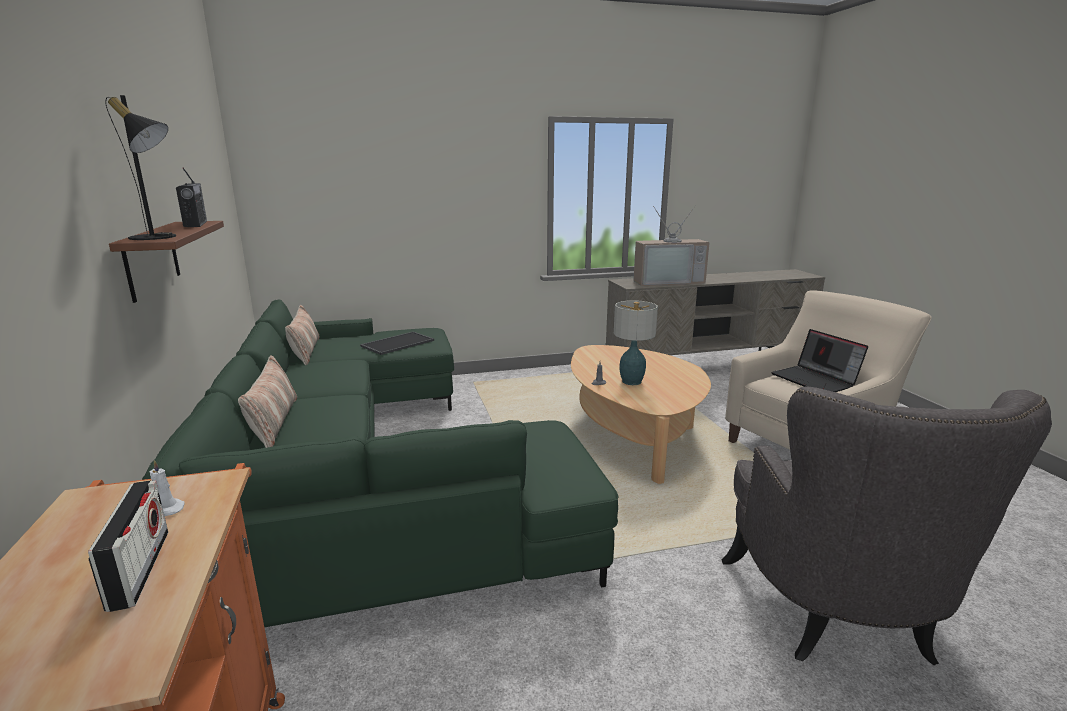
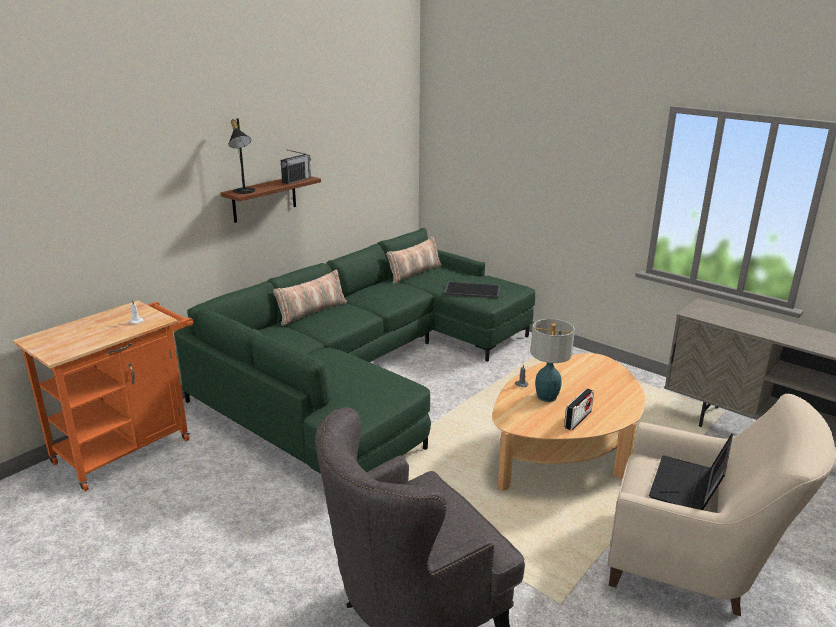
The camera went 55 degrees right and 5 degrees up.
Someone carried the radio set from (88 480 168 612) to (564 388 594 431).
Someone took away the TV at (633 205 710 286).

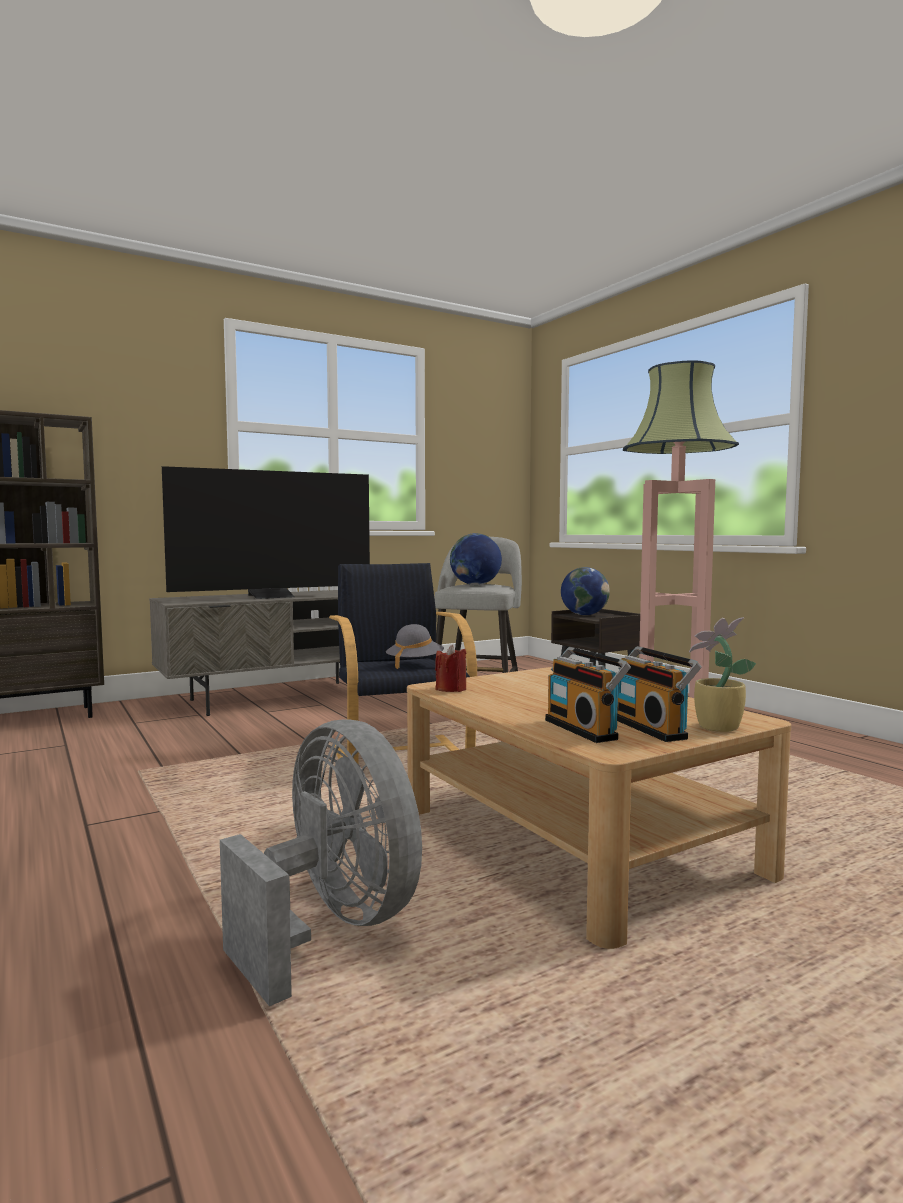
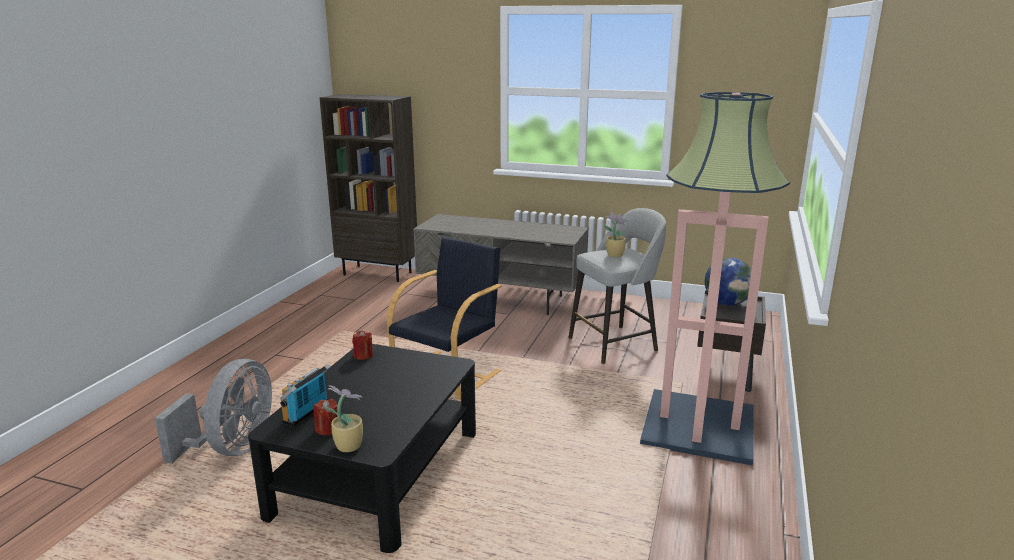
The camera went 50 degrees right and 15 degrees up.
Someone took away the TV at (162 466 370 599).
Someone took away the wearable hat/greyish at (386 624 444 669).
Someone repainted the lounge table/beige-coloured at (407 667 791 949), which became the lounge table/black-coloured at (248 344 476 553).
Someone swapped the globe at (450 533 502 585) for the potted plant at (604 212 629 257).
Someone swapped the radio set at (617 646 701 742) for the wax candle/reddish at (313 399 338 435).

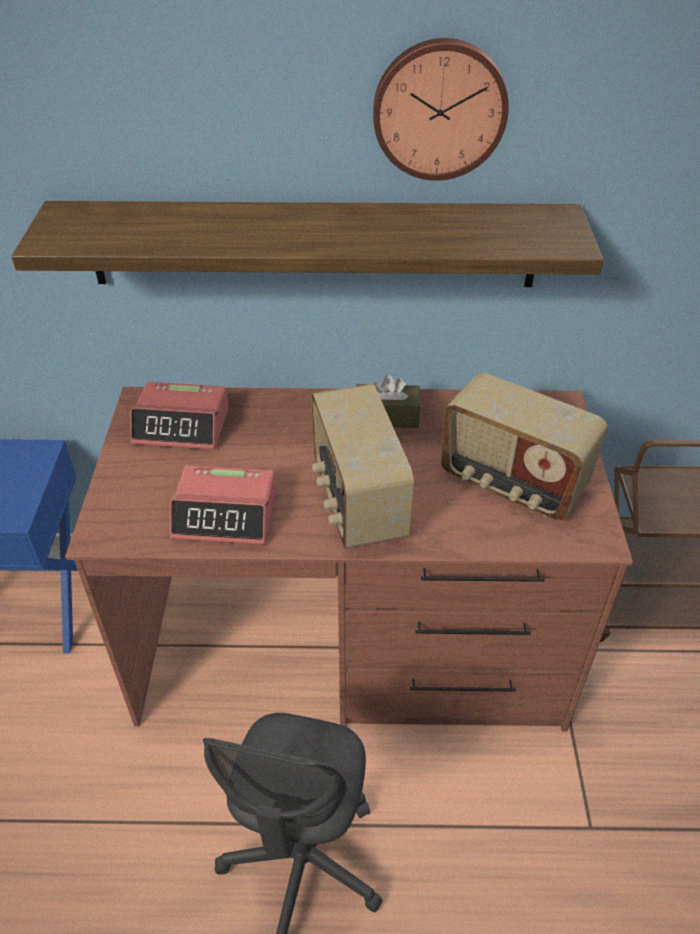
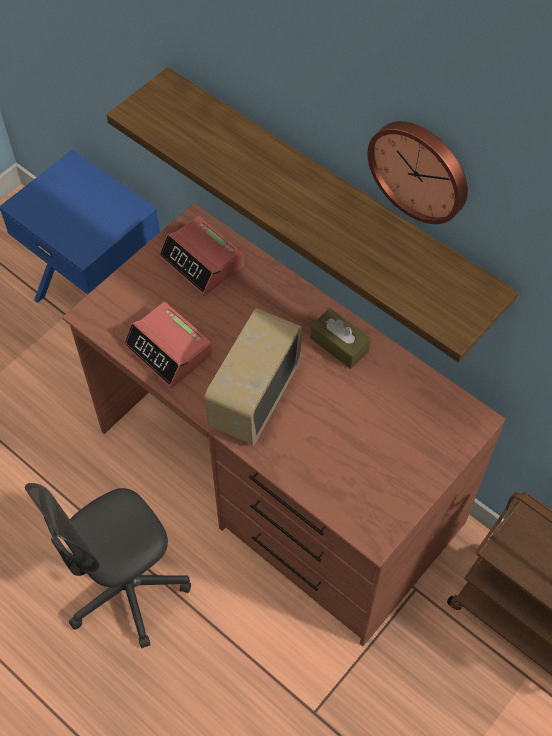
The camera went 40 degrees right and 15 degrees up.
Someone took away the radio set at (441 373 608 521).

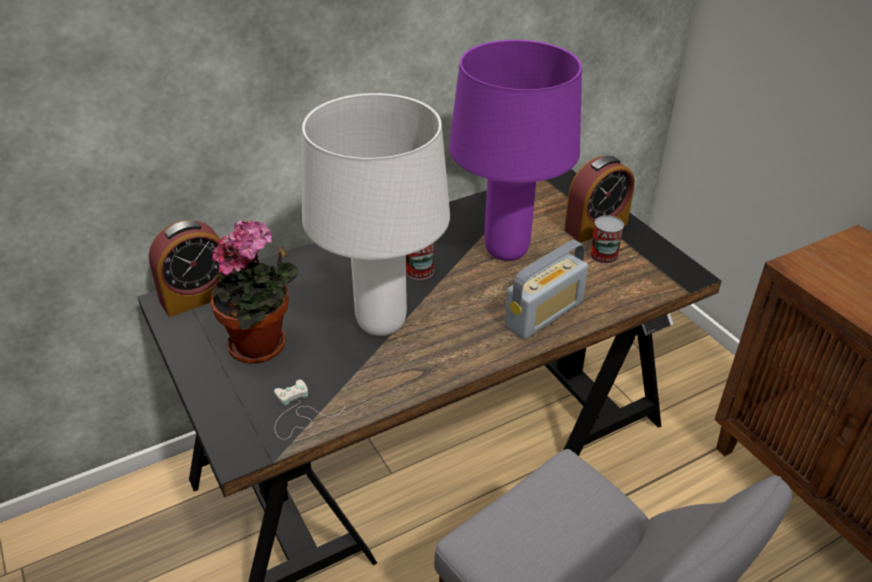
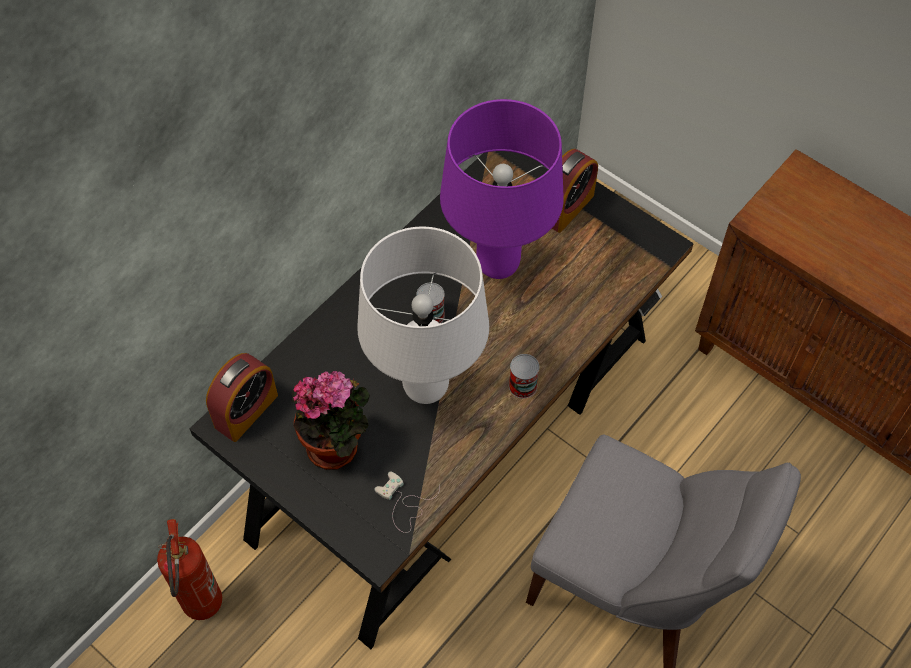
The camera went 20 degrees left and 20 degrees up.
Someone took away the radio set at (504 240 588 339).
Someone carried the sealed can from (590 215 624 264) to (509 354 539 398).
Someone put down the extinguisher at (157 519 222 620).

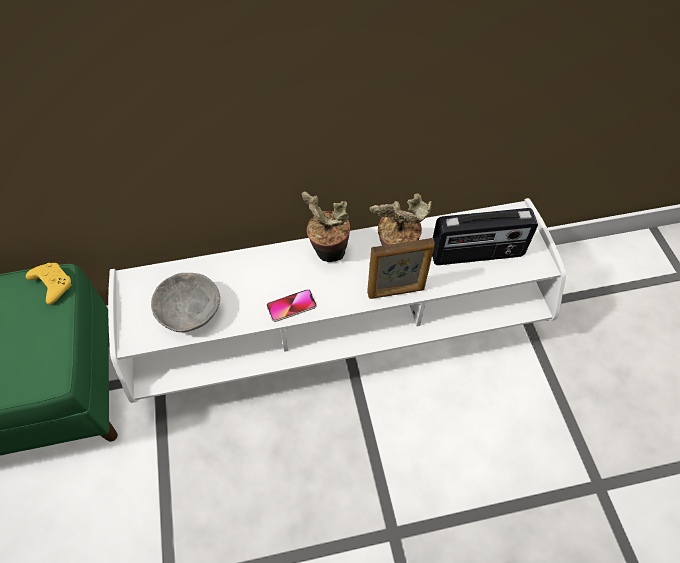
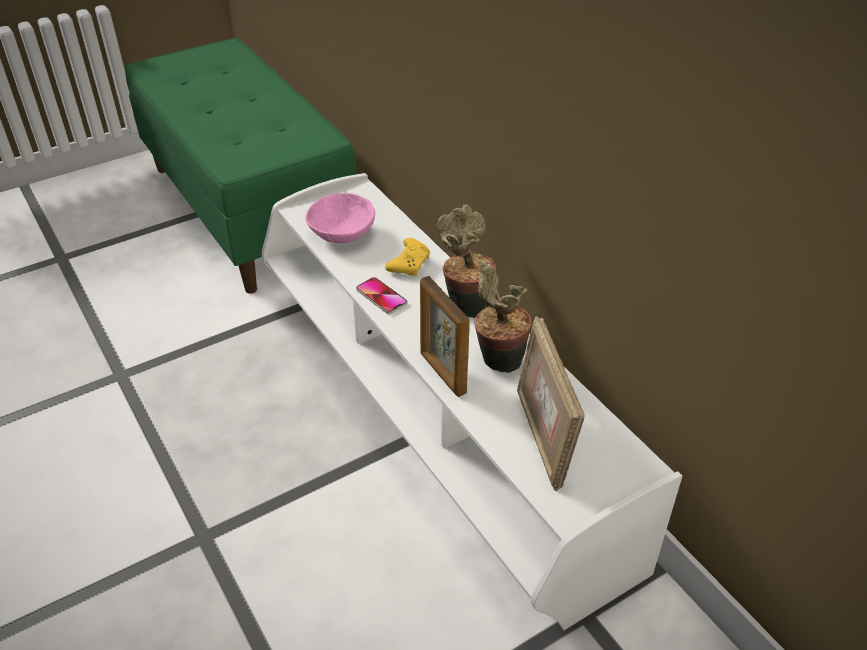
The camera went 70 degrees right and 15 degrees down.
Someone carried the joypad/yellowish from (26 263 72 305) to (385 238 430 276).
Someone repainted the bowl/greyish at (151 273 220 332), which became the bowl/pink at (305 193 375 243).
Someone swapped the radio set at (432 208 538 265) for the picture frame at (517 316 585 491).

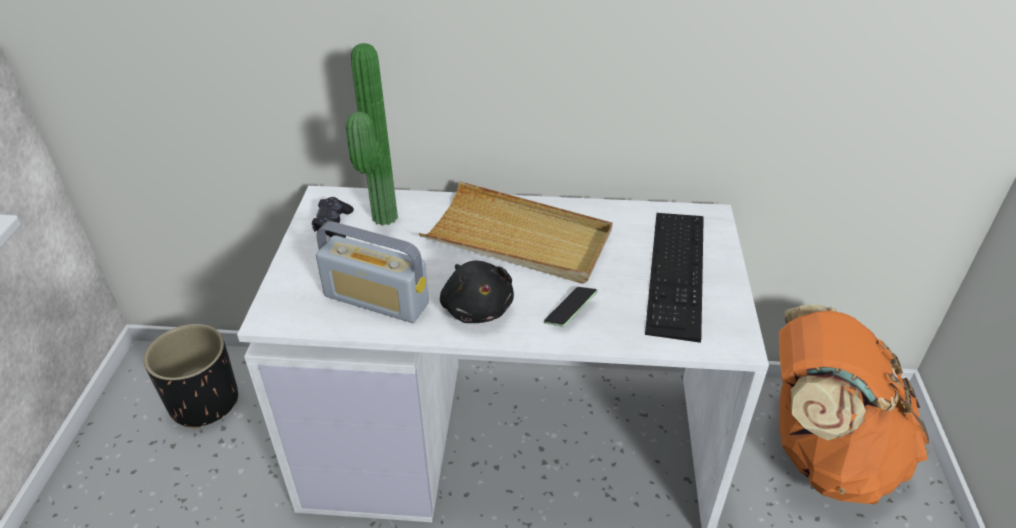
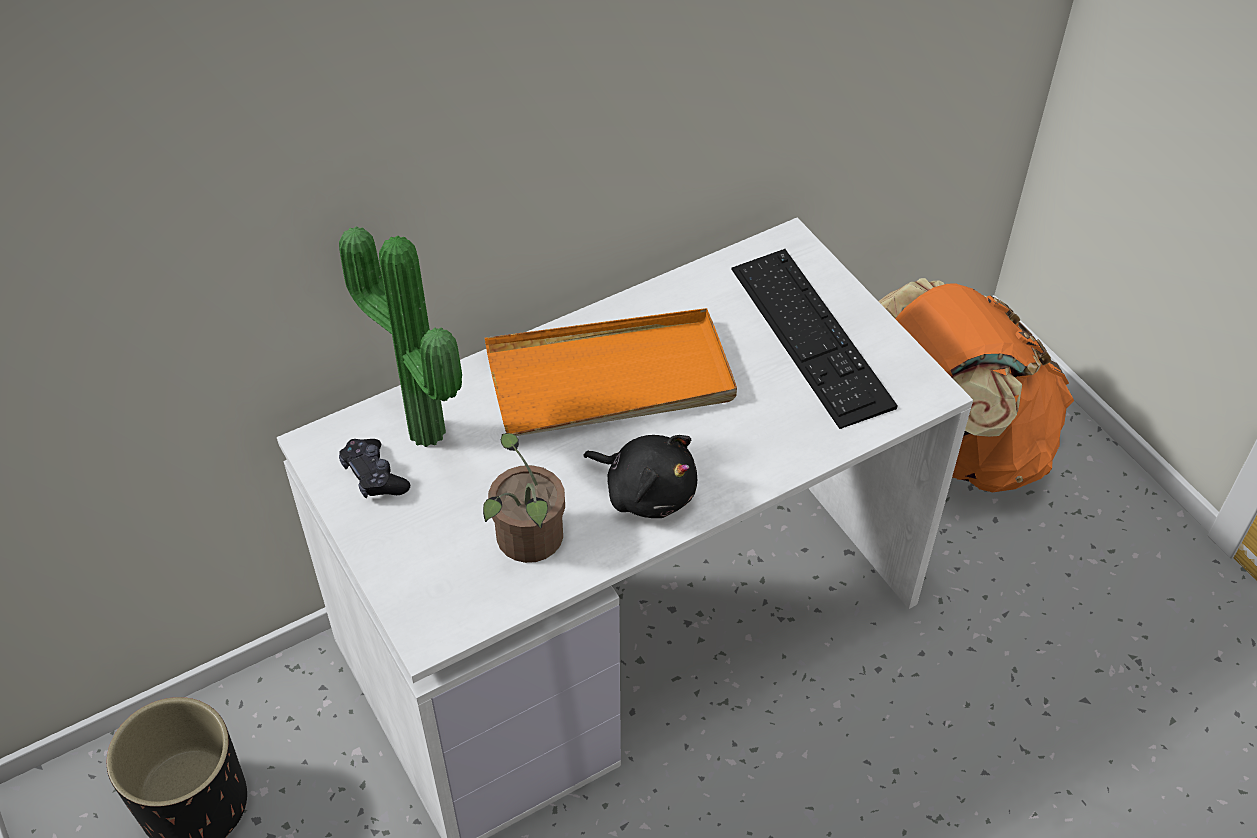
The camera went 35 degrees left and 10 degrees up.
Someone swapped the radio set at (316 221 429 323) for the potted plant at (483 433 565 563).
Someone repainted the tray/beige-coloured at (419 181 613 284), which became the tray/orangey at (485 308 737 436).
Someone took away the telephone at (544 287 598 327).

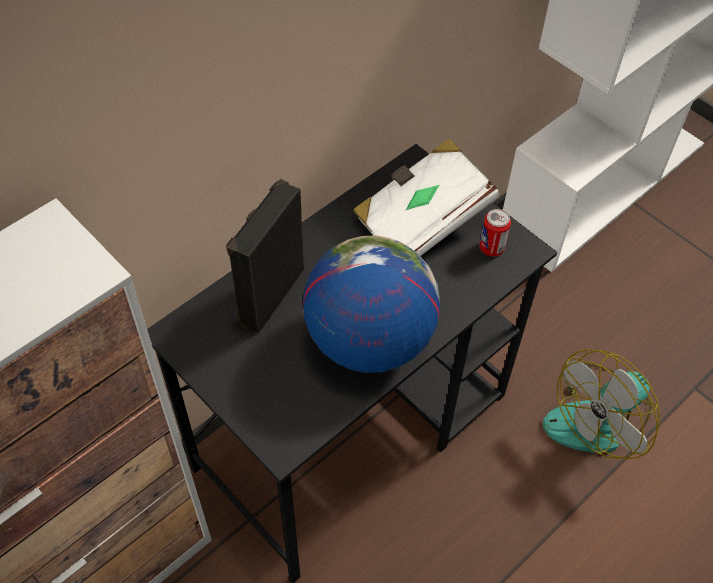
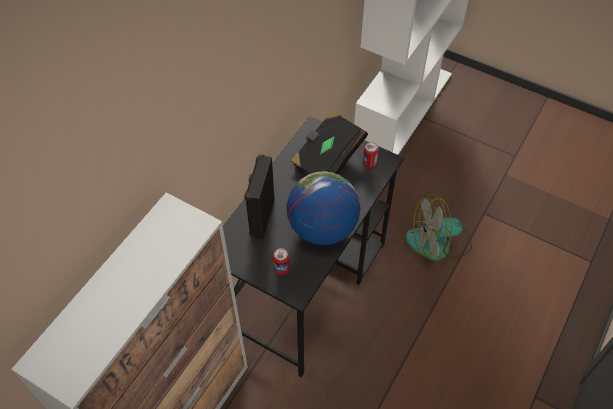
The camera went 15 degrees left and 0 degrees up.
Someone repainted the book/white at (353 138 500 256), which became the book/black-coloured at (291 110 368 174).
Someone rotated the fan at (543 349 660 459) by 45 degrees clockwise.
Someone put down the sealed can at (273 248 289 275).

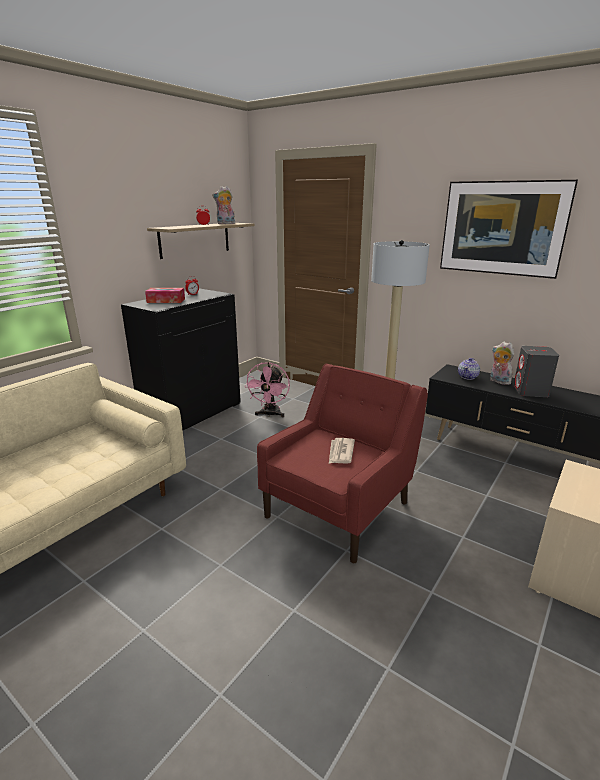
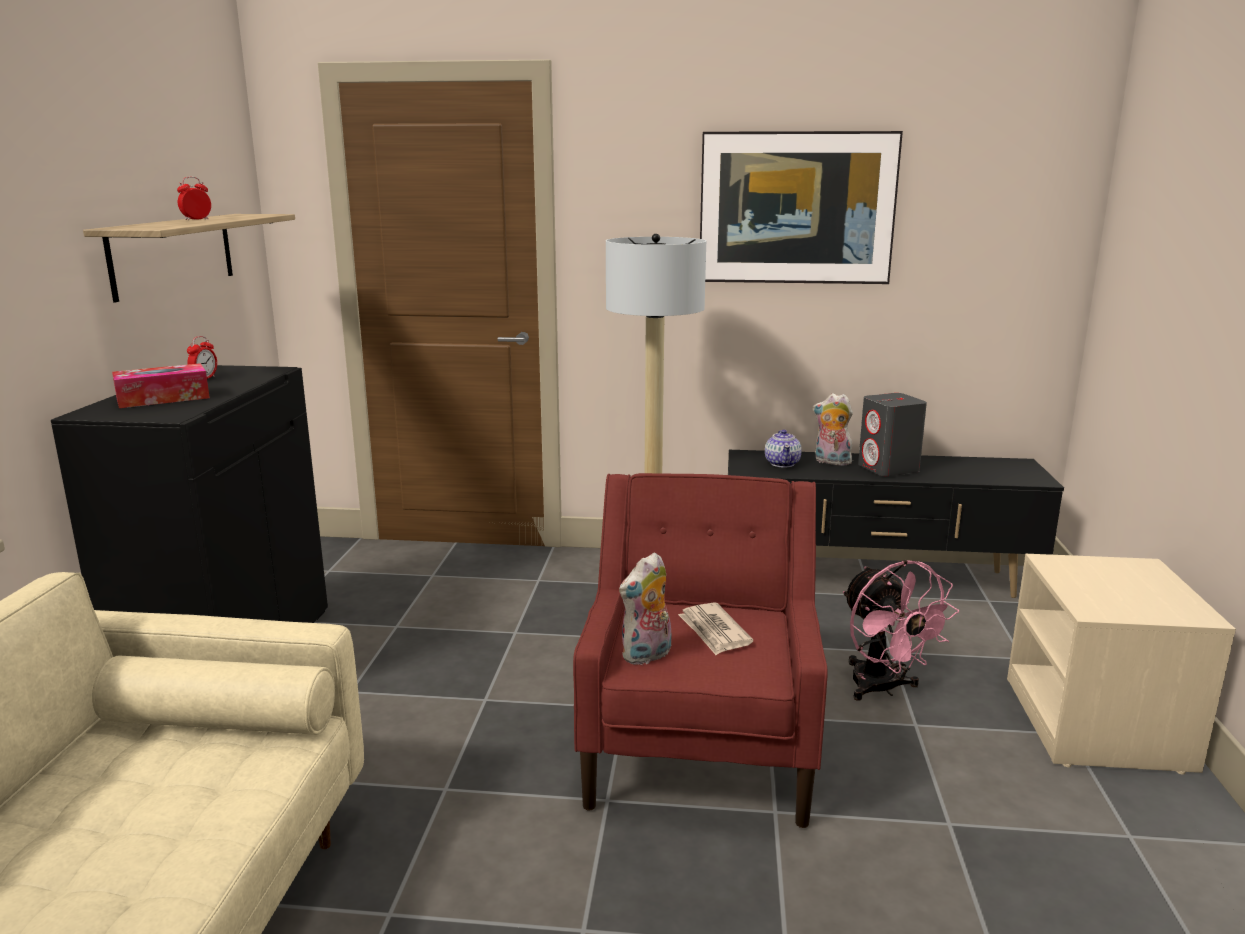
The camera went 30 degrees left and 5 degrees down.
Someone carried the cuddly toy from (212 186 235 224) to (619 552 672 665).
Someone carried the fan/pink from (245 362 290 417) to (843 560 959 701).

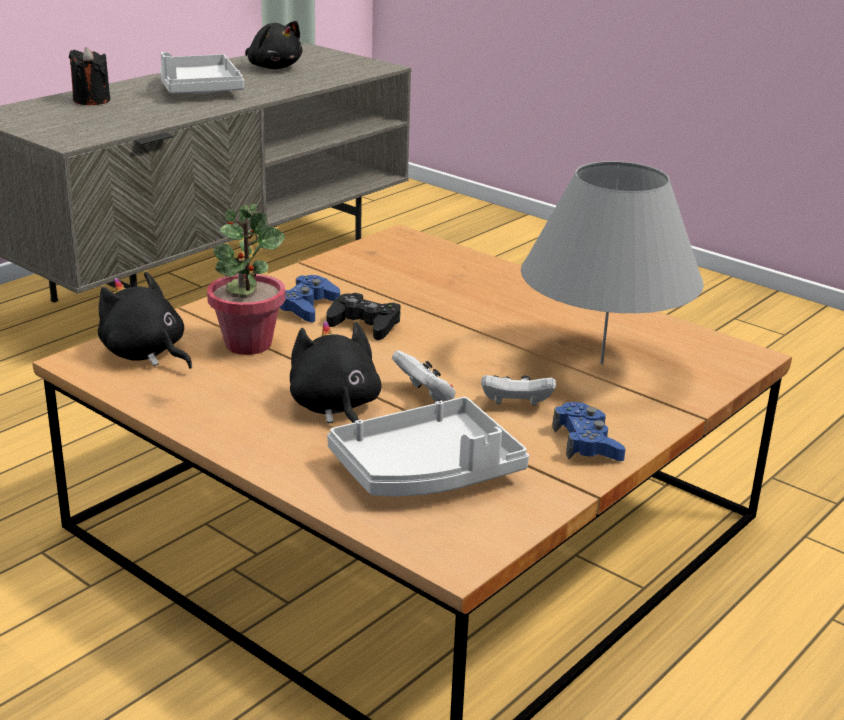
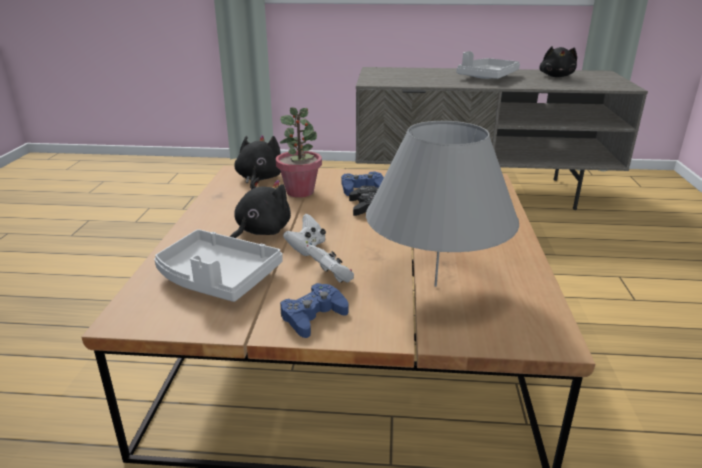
The camera went 55 degrees right and 0 degrees up.
Someone took away the wax candle/black-coloured at (69 47 110 105).

